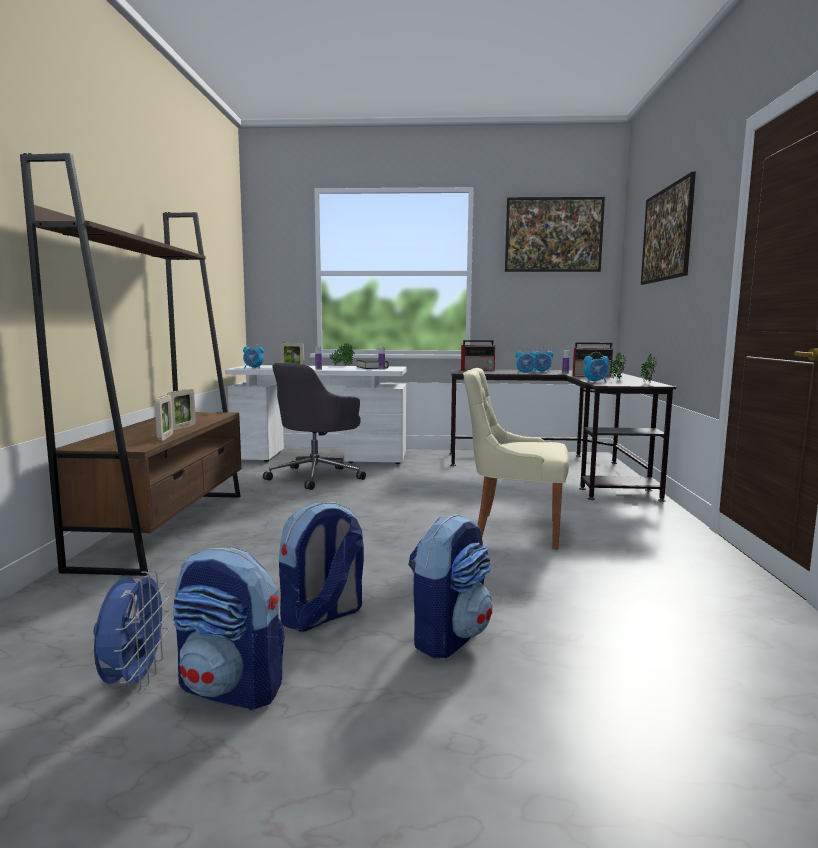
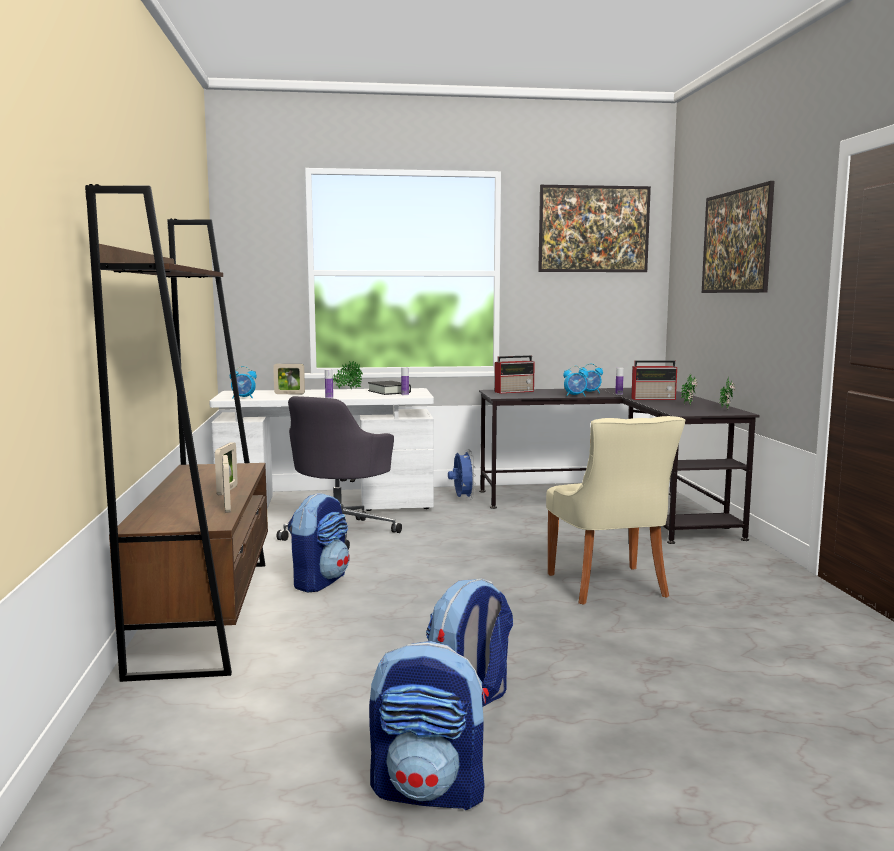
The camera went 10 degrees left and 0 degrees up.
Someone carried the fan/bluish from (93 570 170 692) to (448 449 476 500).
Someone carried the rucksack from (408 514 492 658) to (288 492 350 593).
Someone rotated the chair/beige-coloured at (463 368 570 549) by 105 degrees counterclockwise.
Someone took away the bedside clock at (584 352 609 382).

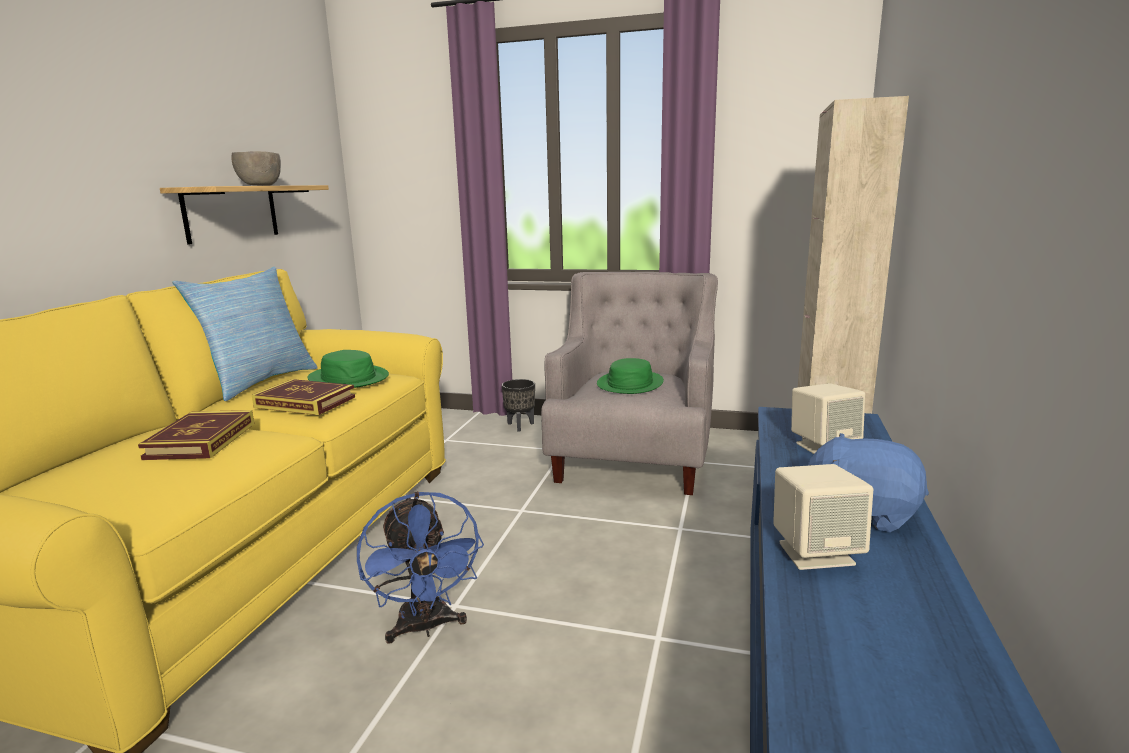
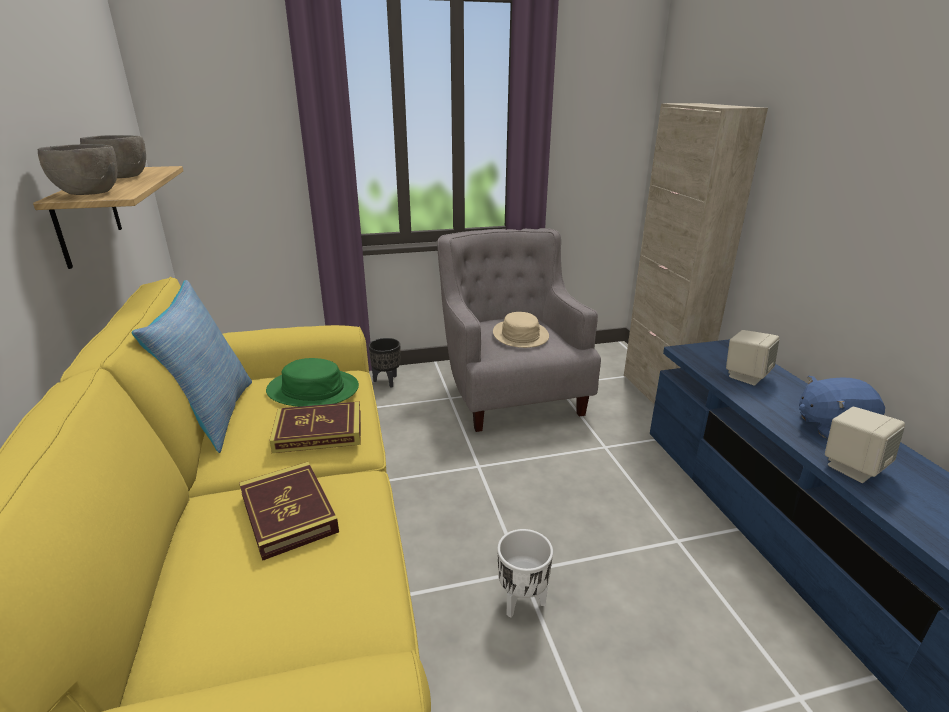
The camera went 30 degrees left and 10 degrees up.
Someone swapped the fan/bluish at (357 491 484 643) for the plant pot/white at (497 529 553 618).
Someone repainted the wearable hat/greenish at (597 358 664 394), which became the wearable hat/beige-coloured at (493 312 549 348).
Someone put down the bowl/greyish at (38 144 118 195).

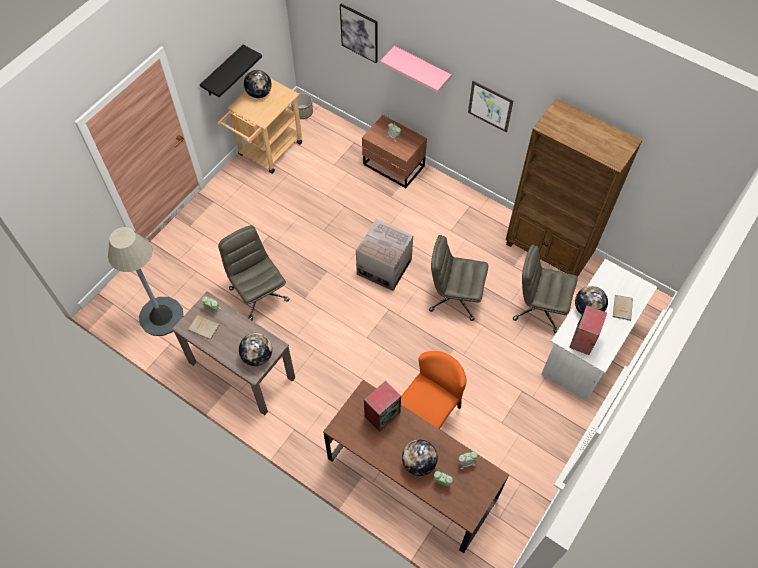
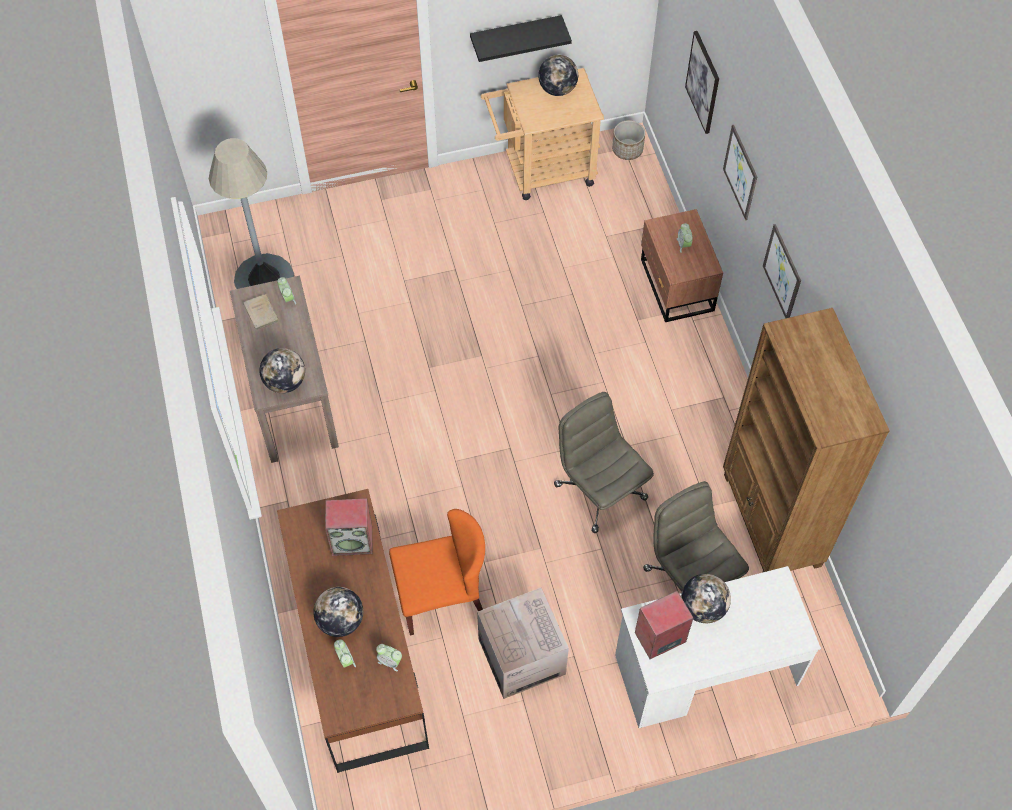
The camera went 40 degrees right and 0 degrees up.
Someone took away the office chair/greyish at (218 225 289 321).
Someone carried the packing box from (356 219 413 291) to (477 588 569 699).
Someone swapped the wall shelf/pink at (380 46 452 93) for the wall picture at (723 125 757 220).
Someone took away the book/beige-coloured at (613 295 633 321).

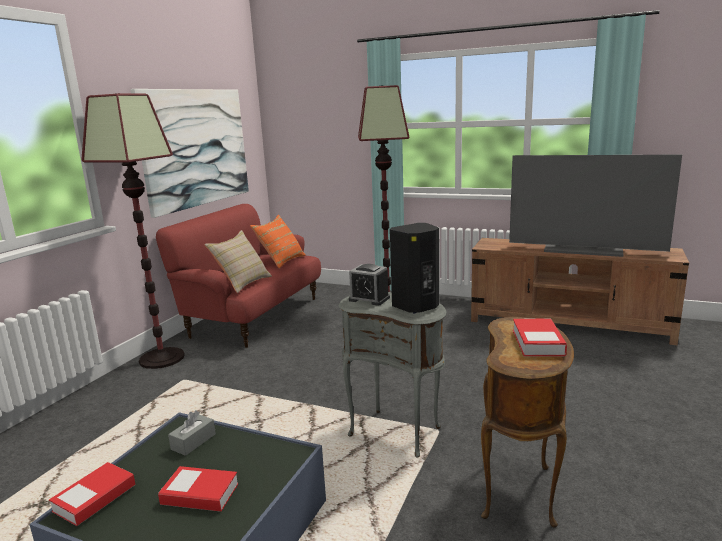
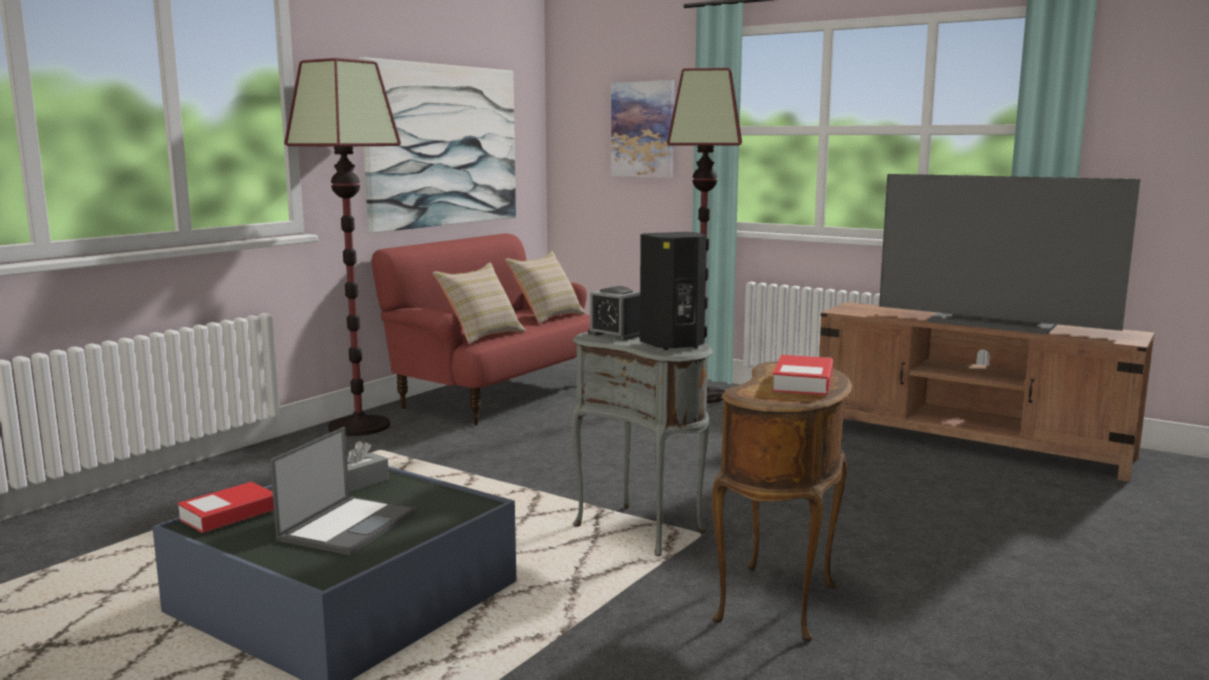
The camera went 10 degrees right and 5 degrees down.
Someone swapped the book at (158 466 238 512) for the laptop at (270 427 417 556).
Someone repainted the throw pillow/orangey at (250 215 306 269), which became the throw pillow/beige-coloured at (505 251 585 324).
Someone put up the wall picture at (611 80 674 178).

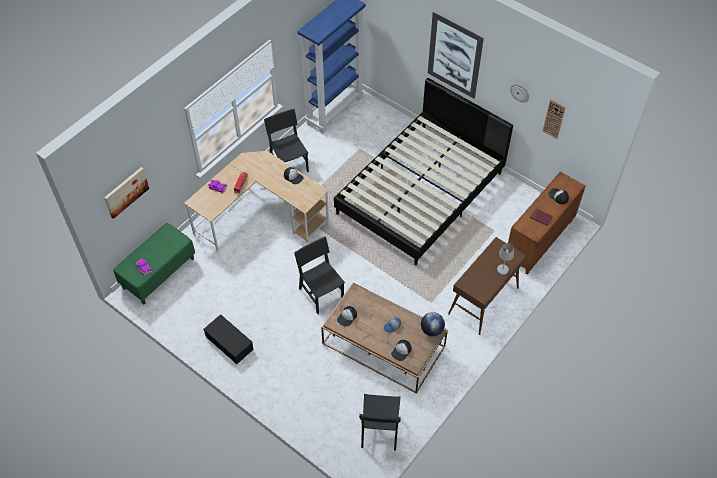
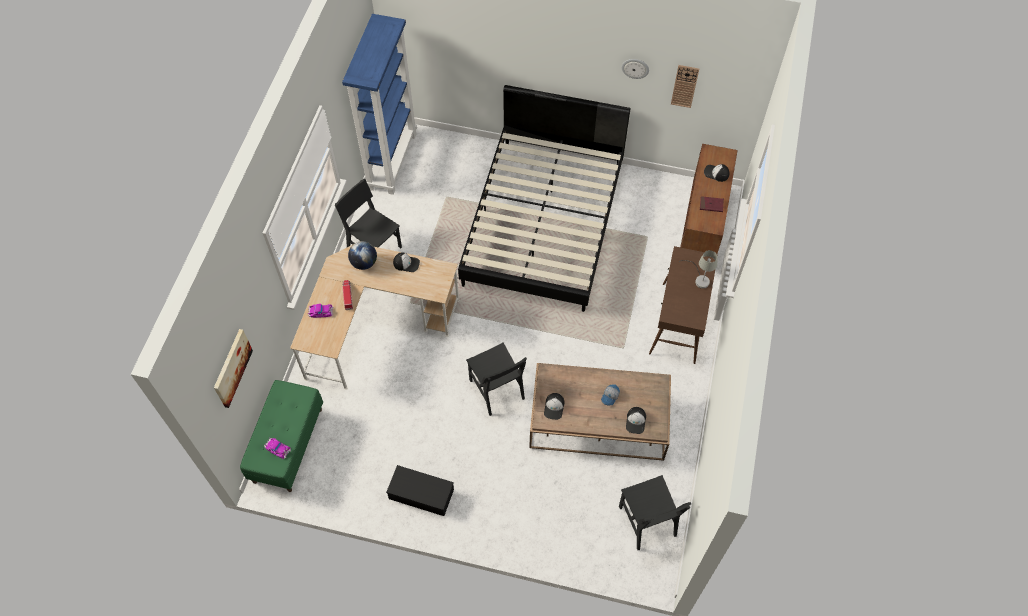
The camera went 25 degrees left and 5 degrees up.
Someone rotated the chair/black-coloured at (294 237 345 314) by 150 degrees counterclockwise.
Someone carried the globe from (421 312 445 336) to (348 241 377 270).
Someone took away the wall picture at (428 12 484 99).

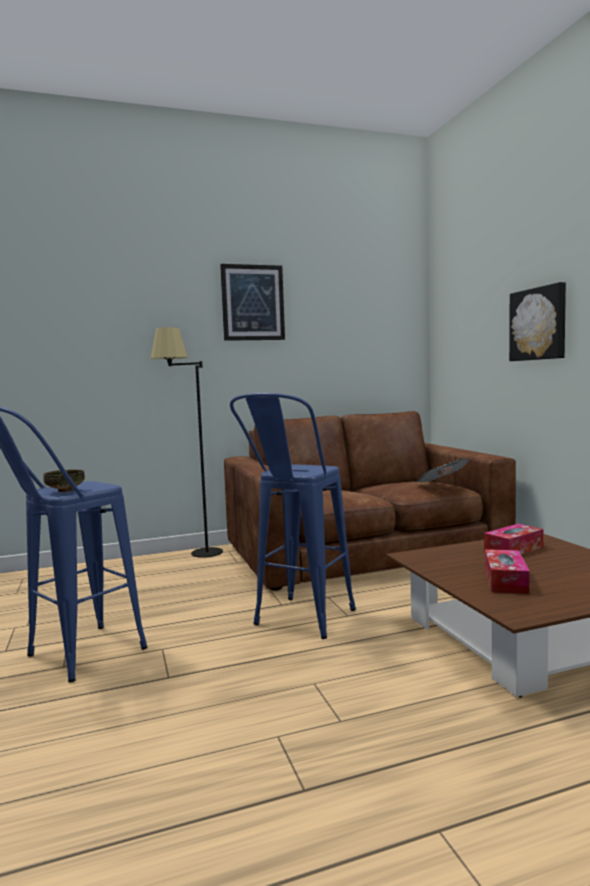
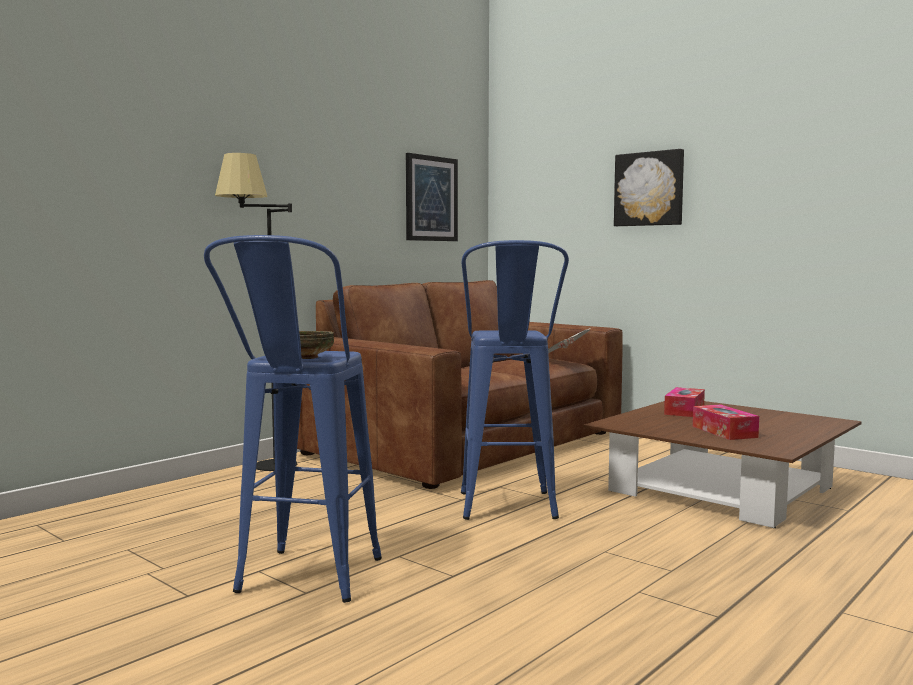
The camera went 30 degrees left and 0 degrees up.
Someone carried the wall picture from (220 264 285 341) to (406 153 458 241).

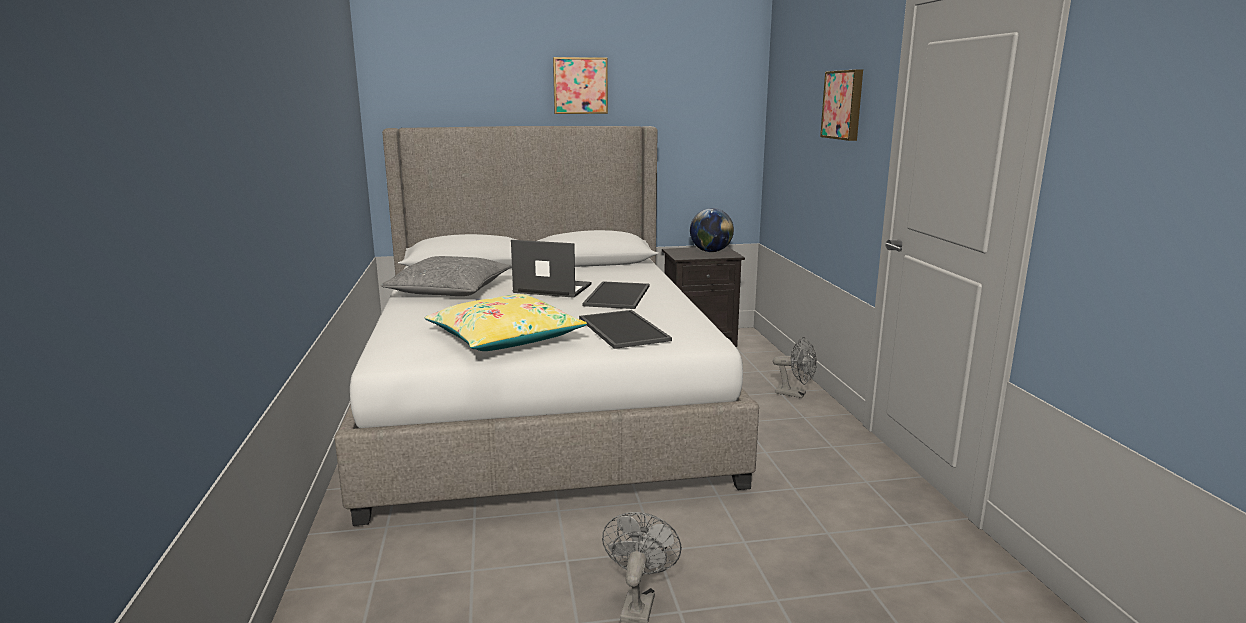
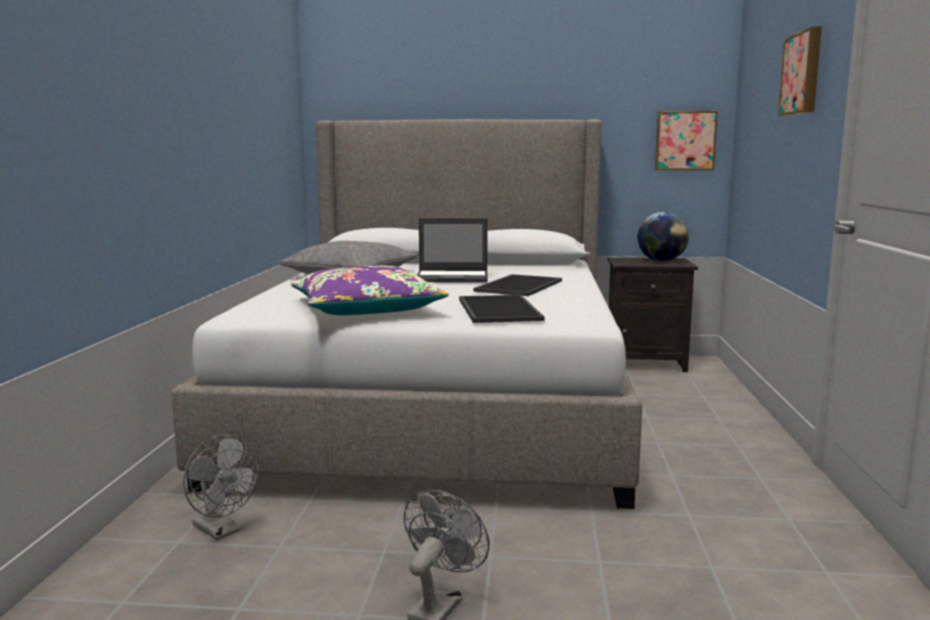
The camera went 15 degrees right and 5 degrees down.
Someone repainted the throw pillow/yellowish at (425 294 587 351), which became the throw pillow/purple-coloured at (291 266 449 315).
Someone rotated the laptop at (511 240 592 298) by 150 degrees clockwise.
Someone carried the wall picture from (553 57 608 114) to (655 111 718 170).
Someone carried the fan/greyish from (773 337 817 398) to (183 434 258 540).

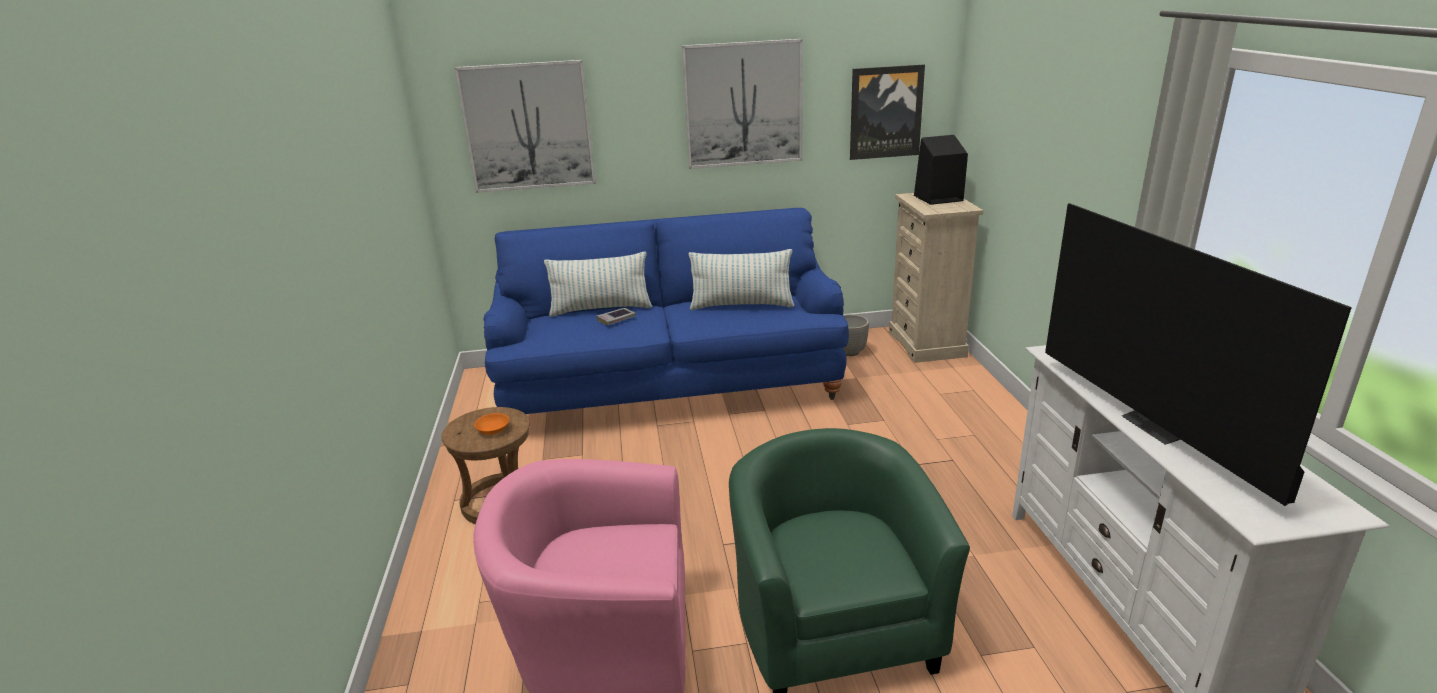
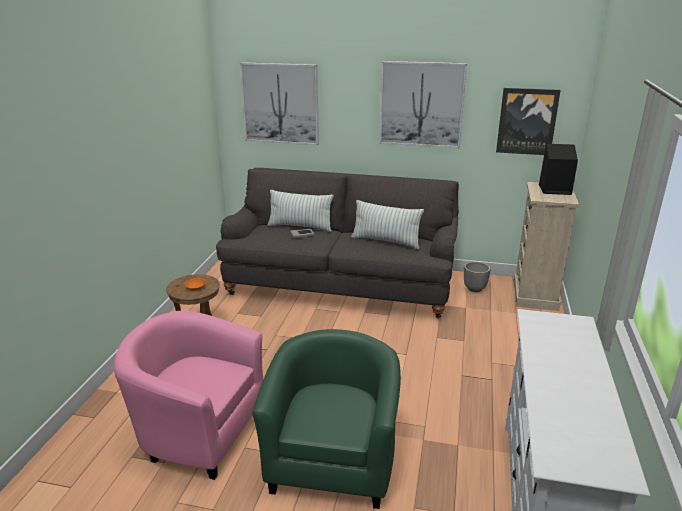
The camera went 20 degrees right and 0 degrees up.
Someone repainted the couch/bluish at (483 208 849 414), which became the couch/greyish at (216 168 459 319).
Someone took away the TV at (1045 203 1352 506).

